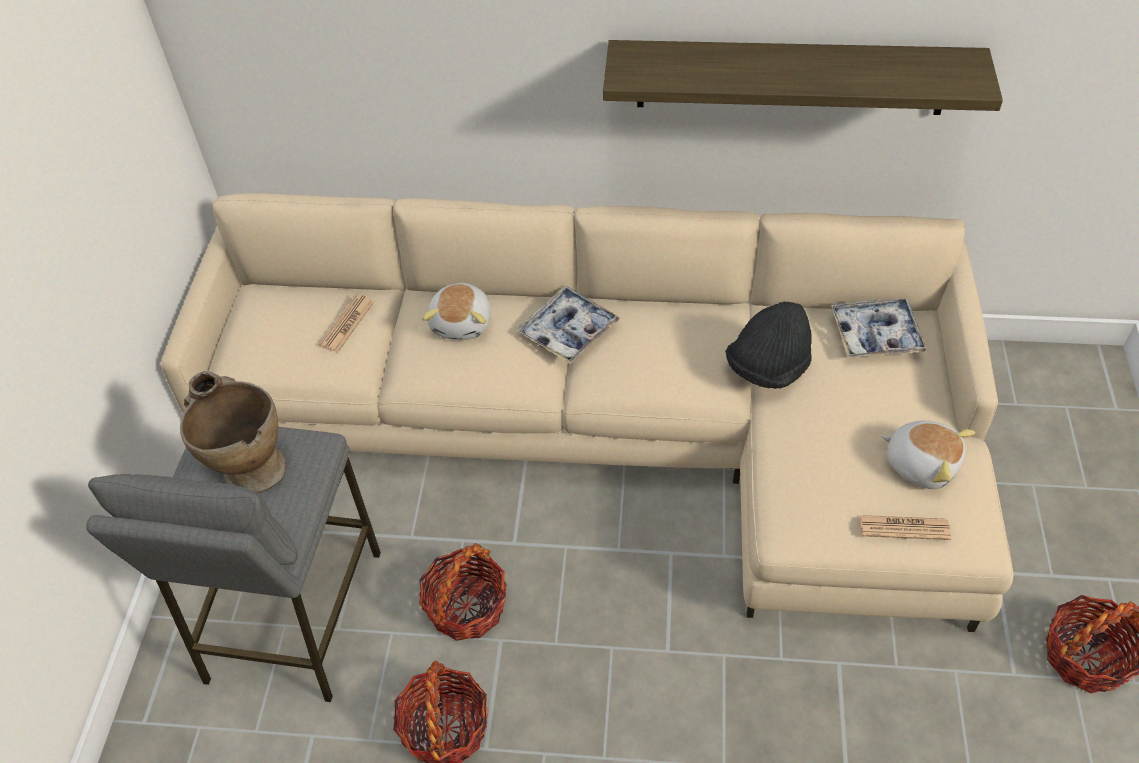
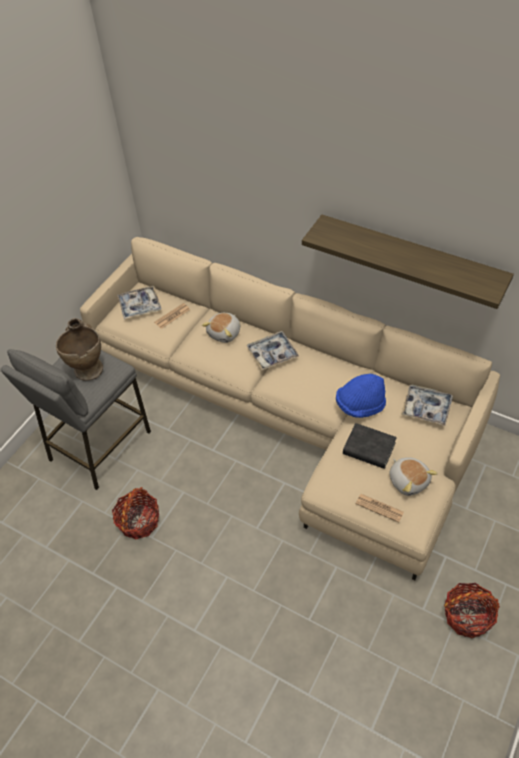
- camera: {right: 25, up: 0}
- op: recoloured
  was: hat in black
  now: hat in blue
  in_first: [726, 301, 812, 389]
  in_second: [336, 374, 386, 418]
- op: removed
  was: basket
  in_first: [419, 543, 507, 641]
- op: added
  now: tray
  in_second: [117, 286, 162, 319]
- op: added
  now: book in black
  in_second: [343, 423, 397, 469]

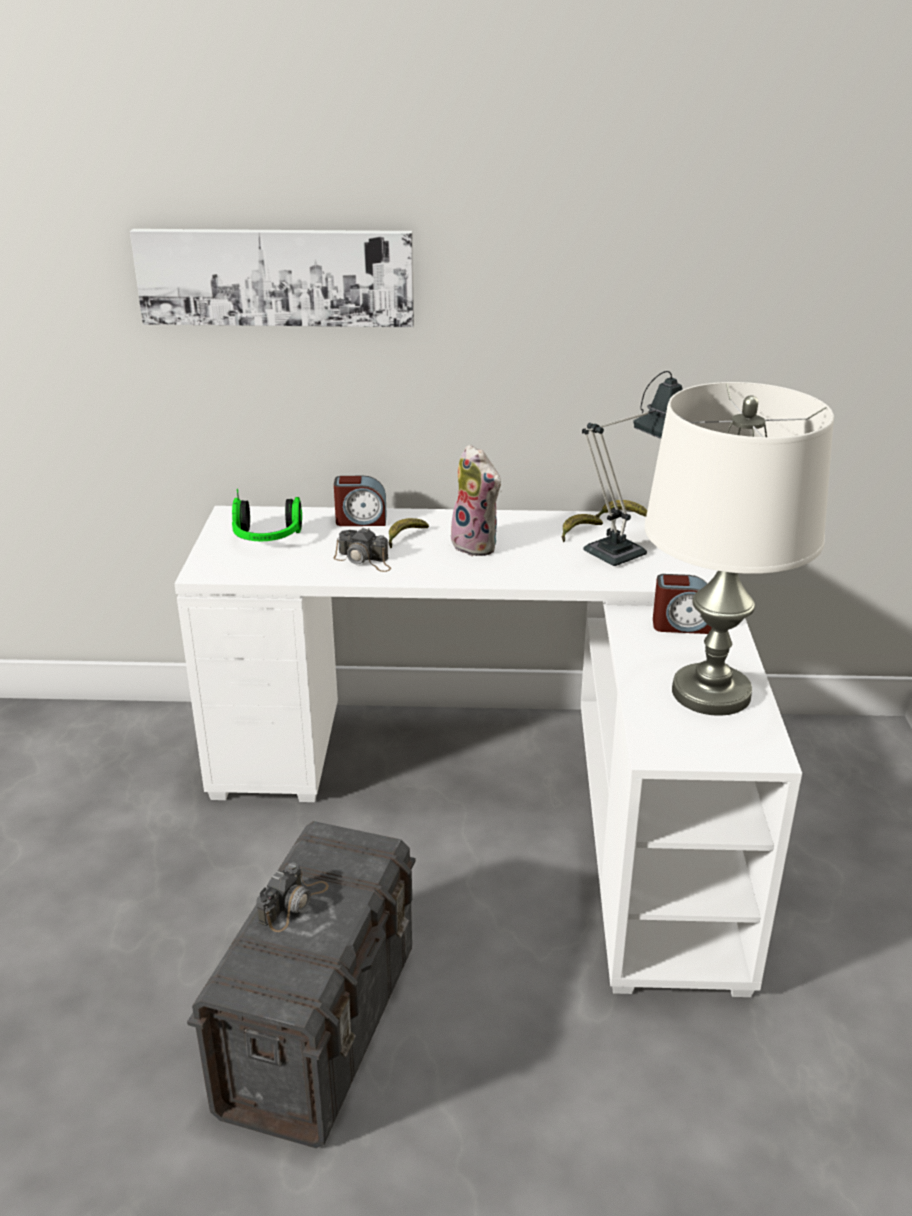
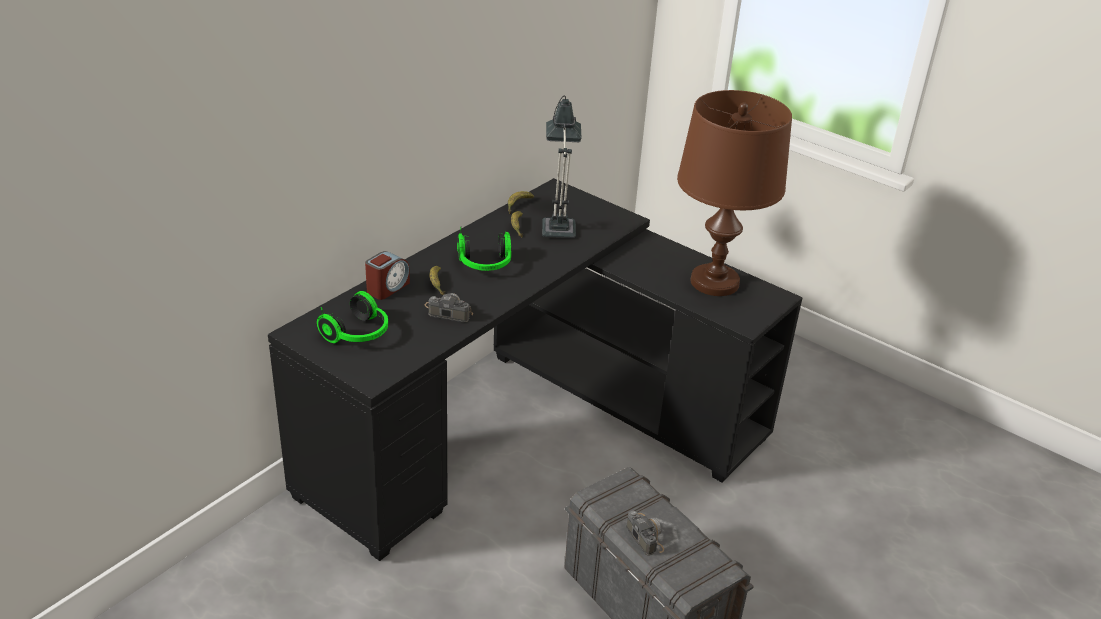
- camera: {right: -55, up: 5}
- op: removed
  was: picture
  in_first: [130, 229, 414, 327]
- op: recoloured
  was: table lamp in white
  now: table lamp in brown
  in_first: [645, 382, 834, 716]
  in_second: [677, 90, 792, 296]
- op: replaced
  was: plush toy
  now: headphones
  in_first: [447, 445, 502, 556]
  in_second: [457, 227, 511, 271]
- op: recoloured
  was: desk in white
  now: desk in black
  in_first: [174, 506, 802, 997]
  in_second: [268, 178, 803, 561]
- op: turned
  was: photo camera
  in_first: [334, 527, 391, 572]
  in_second: [425, 293, 473, 323]
  clockwise: -135
- op: removed
  was: alarm clock
  in_first: [653, 574, 712, 634]

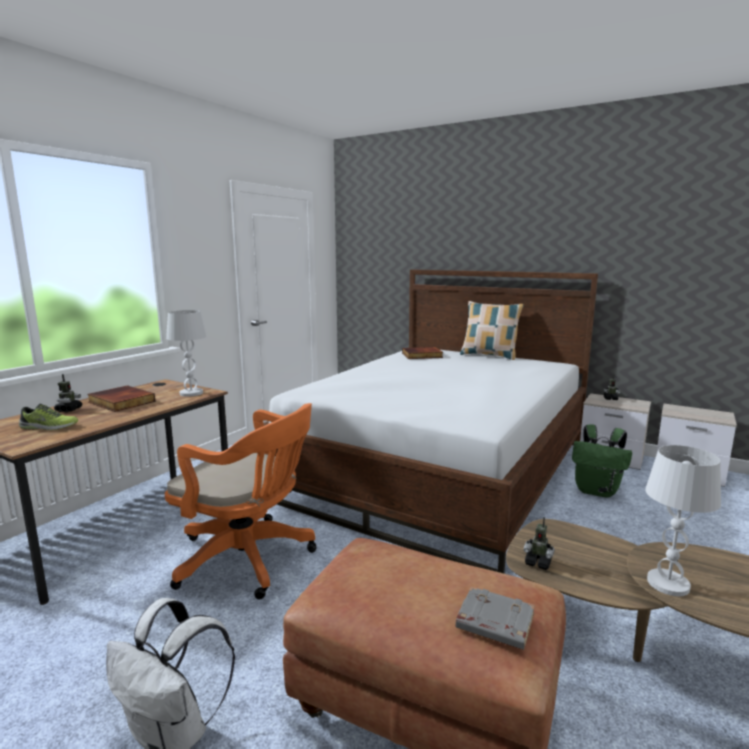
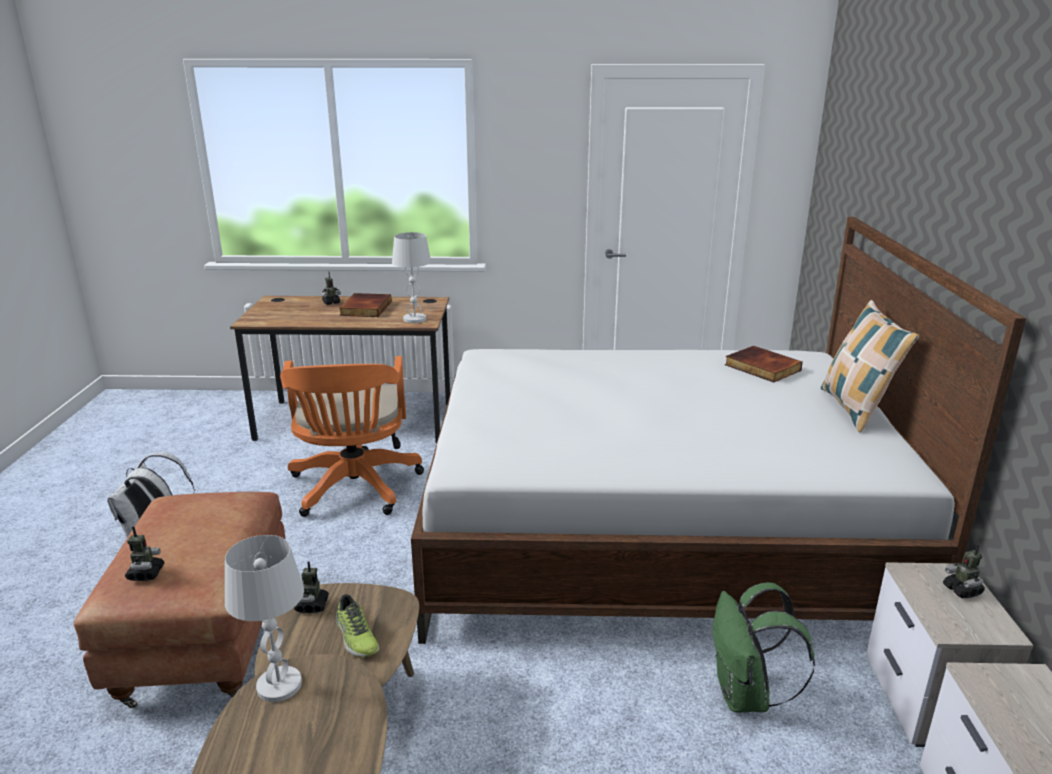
- camera: {right: 60, up: 10}
- op: moved
  was: shoe
  in_first: [19, 404, 78, 430]
  in_second: [336, 594, 379, 657]
- op: replaced
  was: book in grey
  now: toy robot
  in_first: [455, 587, 535, 650]
  in_second: [125, 526, 164, 581]

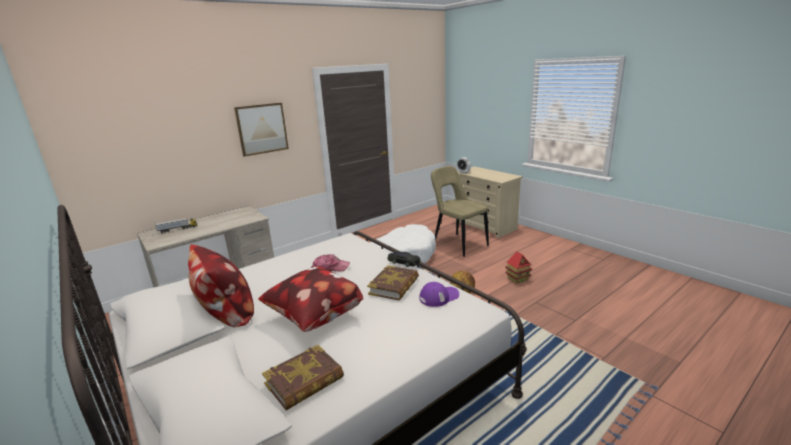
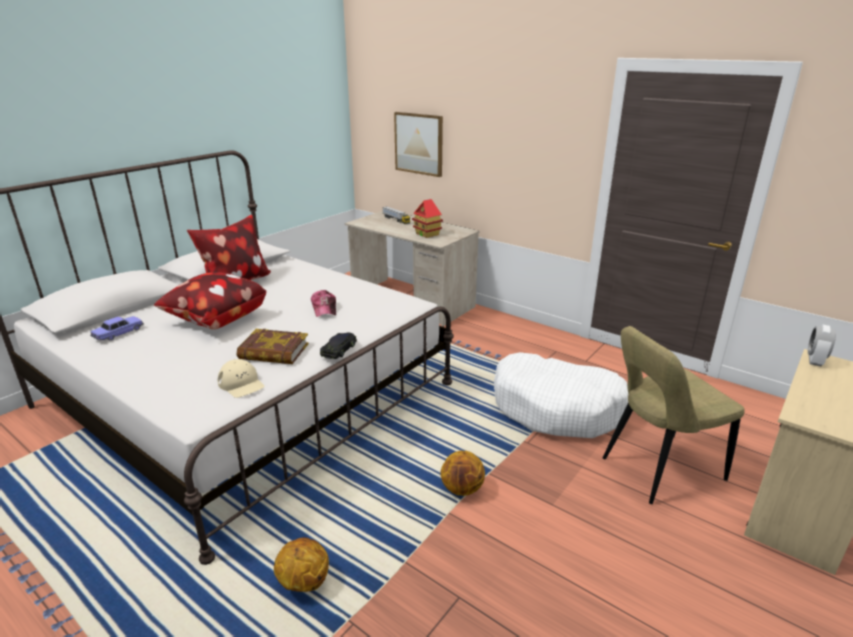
- camera: {right: 75, up: 5}
- op: moved
  was: picture
  in_first: [234, 103, 289, 157]
  in_second: [394, 112, 443, 177]
- op: turned
  was: chair in beige
  in_first: [431, 166, 489, 257]
  in_second: [603, 326, 745, 504]
  clockwise: -150
- op: moved
  was: toy house
  in_first: [505, 252, 532, 284]
  in_second: [412, 199, 443, 238]
- op: recoloured
  was: cap in purple
  now: cap in beige
  in_first: [419, 282, 459, 307]
  in_second: [218, 359, 265, 398]
- op: replaced
  was: book
  now: toy car
  in_first: [262, 345, 344, 410]
  in_second: [90, 316, 144, 341]
- op: added
  now: basketball
  in_second: [274, 537, 329, 592]

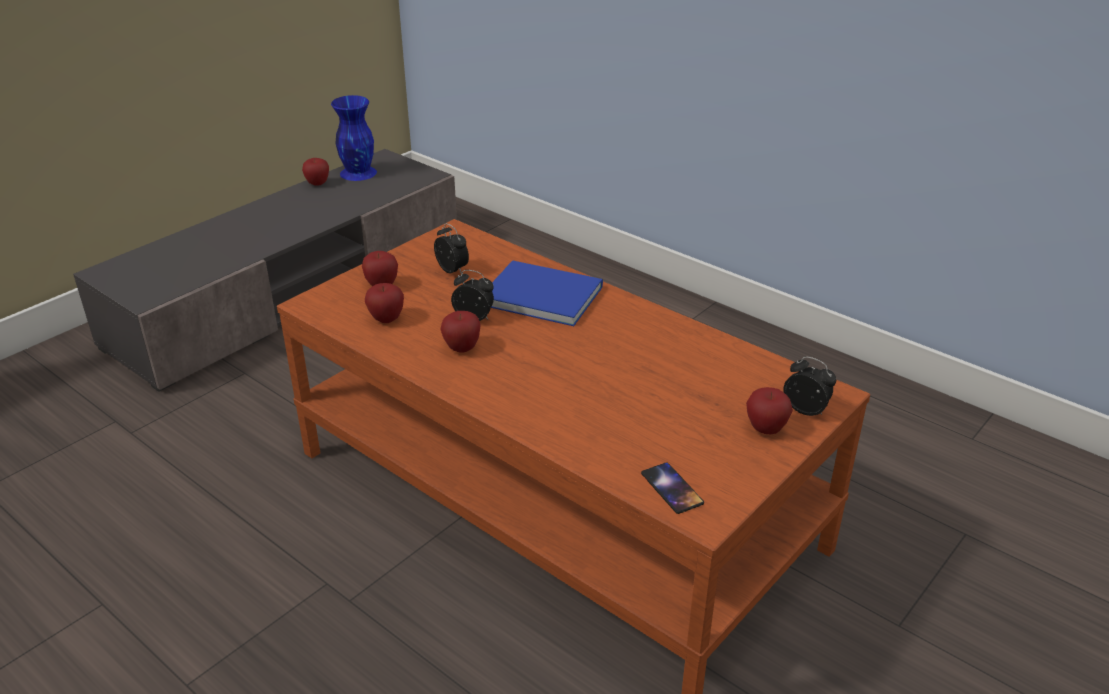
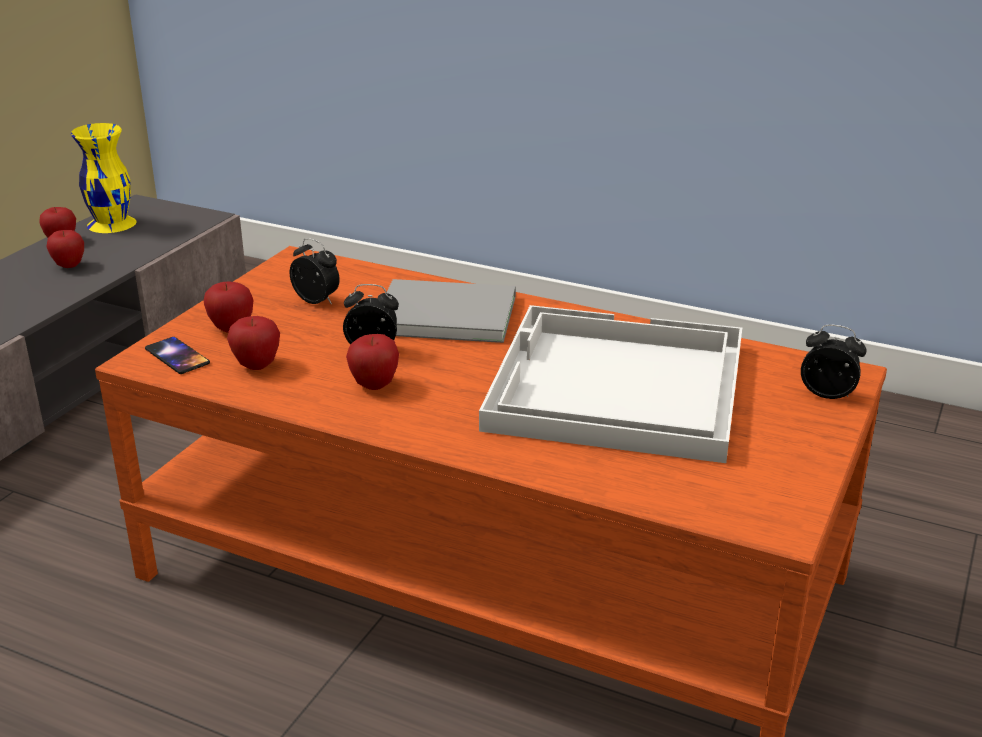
- camera: {right: -15, up: -5}
- op: recoloured
  was: vase in blue
  now: vase in yellow
  in_first: [331, 95, 377, 181]
  in_second: [71, 123, 137, 233]
- op: recoloured
  was: book in blue
  now: book in grey
  in_first: [491, 260, 603, 326]
  in_second: [386, 279, 516, 343]
- op: moved
  was: apple
  in_first: [746, 387, 793, 434]
  in_second: [46, 230, 84, 268]
- op: moved
  was: phone
  in_first: [641, 462, 704, 514]
  in_second: [145, 337, 210, 374]
- op: added
  now: tray in white
  in_second: [479, 305, 742, 463]

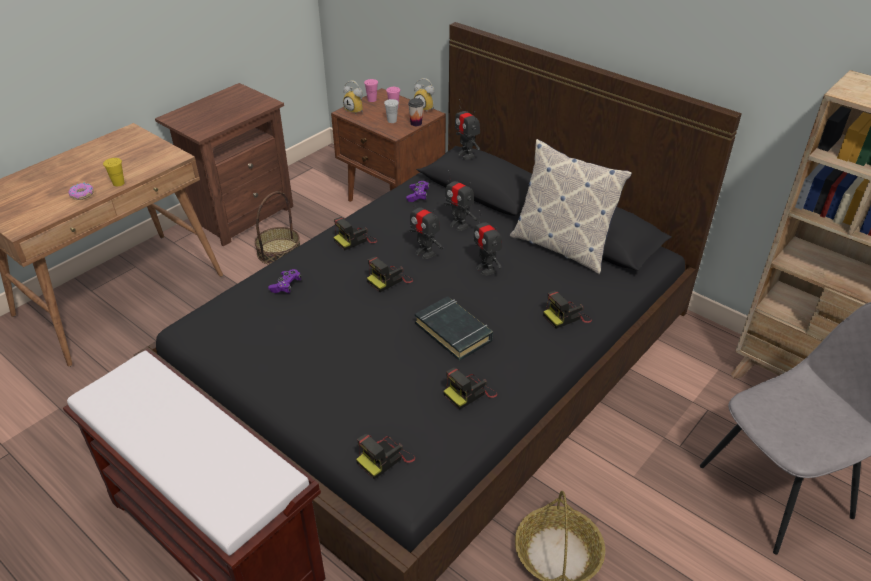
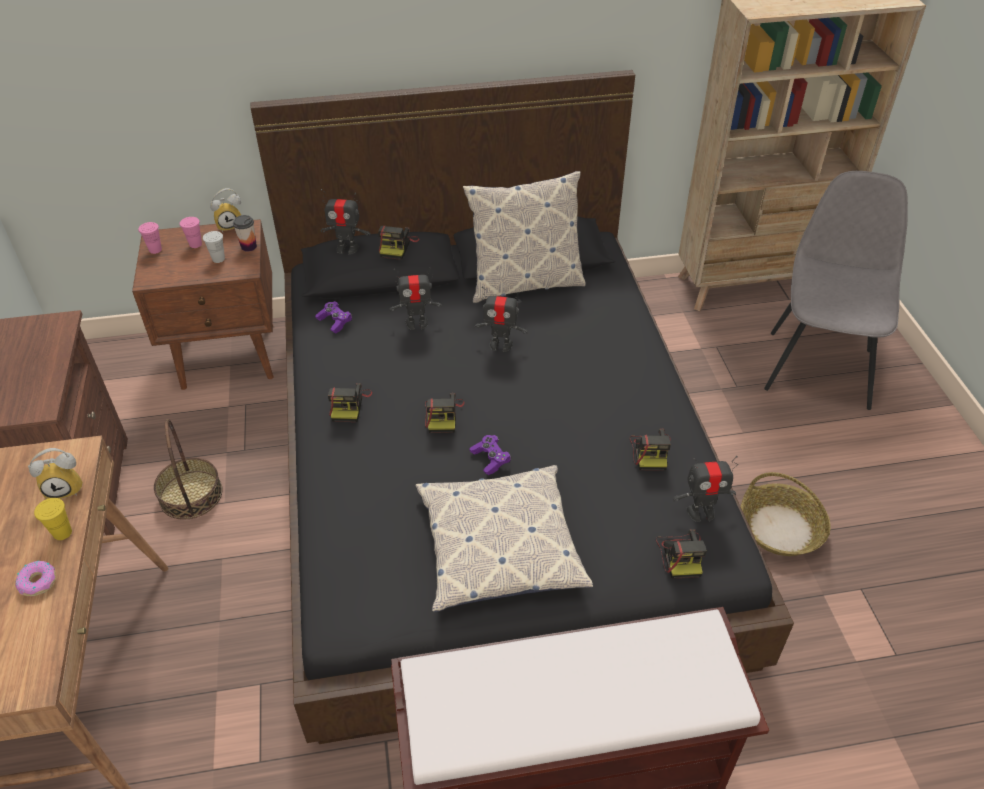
- camera: {right: -50, up: 5}
- op: moved
  was: alarm clock
  in_first: [343, 81, 363, 113]
  in_second: [28, 448, 83, 499]
- op: moved
  was: toy robot
  in_first: [409, 196, 443, 259]
  in_second: [673, 456, 738, 522]
- op: moved
  was: game controller in purple
  in_first: [268, 269, 302, 293]
  in_second: [470, 435, 511, 475]
- op: moved
  was: photo camera
  in_first: [543, 291, 592, 329]
  in_second: [378, 226, 419, 260]
- op: removed
  was: book in black
  in_first: [415, 296, 493, 361]
- op: added
  now: pillow
  in_second: [415, 465, 593, 612]

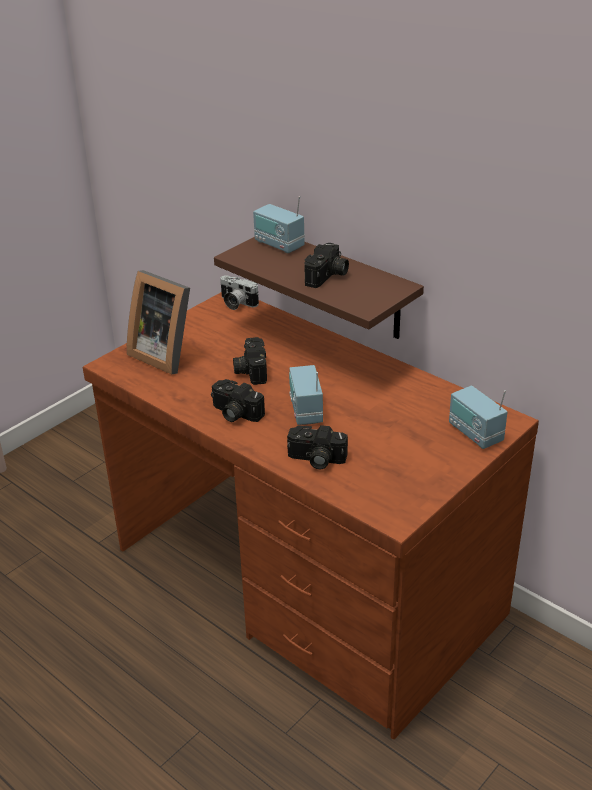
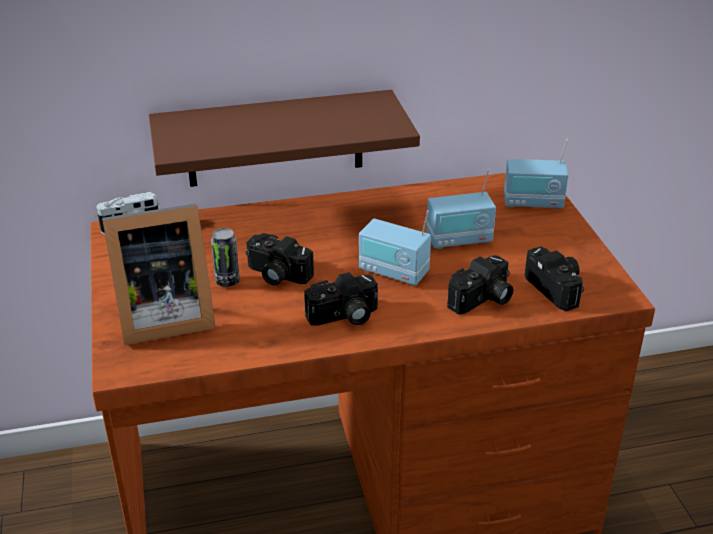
- camera: {right: -55, up: 0}
- op: moved
  was: radio
  in_first: [253, 196, 305, 254]
  in_second: [426, 169, 496, 249]
- op: moved
  was: photo camera
  in_first: [304, 243, 349, 288]
  in_second: [525, 246, 584, 311]
- op: added
  now: can
  in_second: [211, 228, 240, 287]

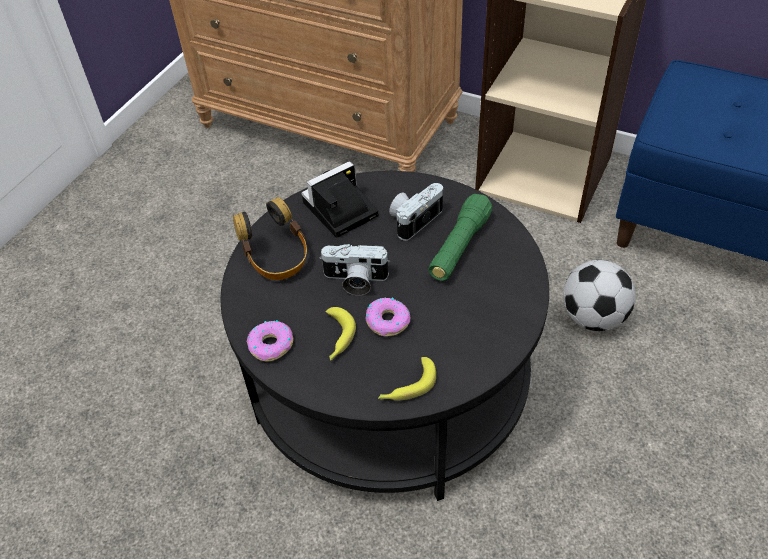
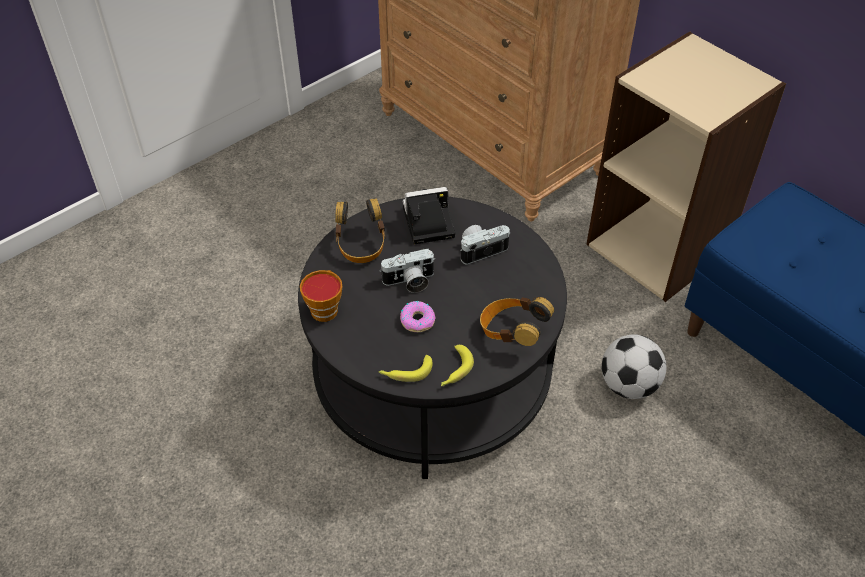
- camera: {right: 20, up: 0}
- op: removed
  was: flashlight in green
  in_first: [429, 194, 493, 281]
- op: turned
  was: photo camera
  in_first: [320, 244, 390, 296]
  in_second: [380, 249, 435, 293]
  clockwise: -45
- op: moved
  was: banana
  in_first: [326, 307, 356, 361]
  in_second: [441, 345, 474, 386]
- op: replaced
  was: donut
  now: cup
  in_first: [247, 320, 293, 361]
  in_second: [300, 270, 342, 322]
- op: added
  now: headphones
  in_second: [480, 297, 554, 346]

